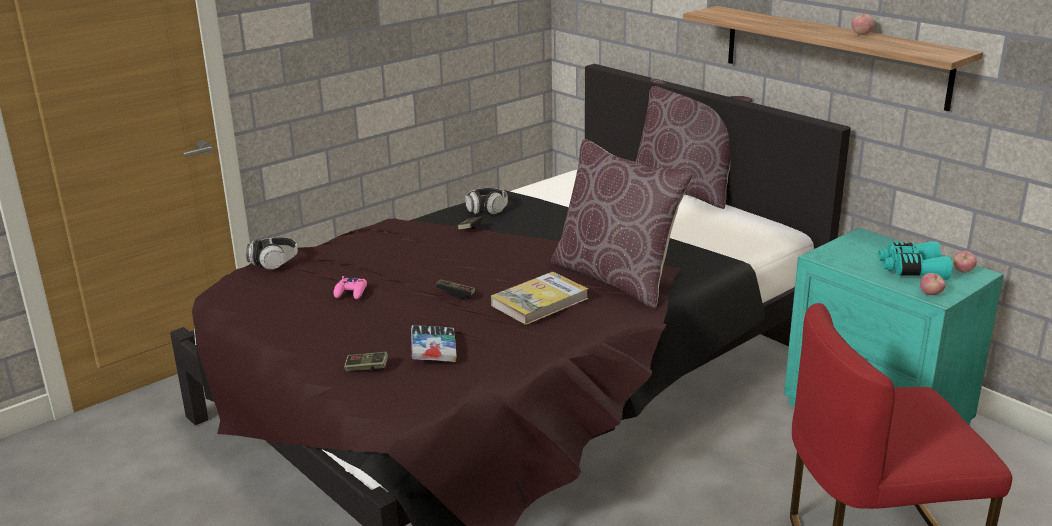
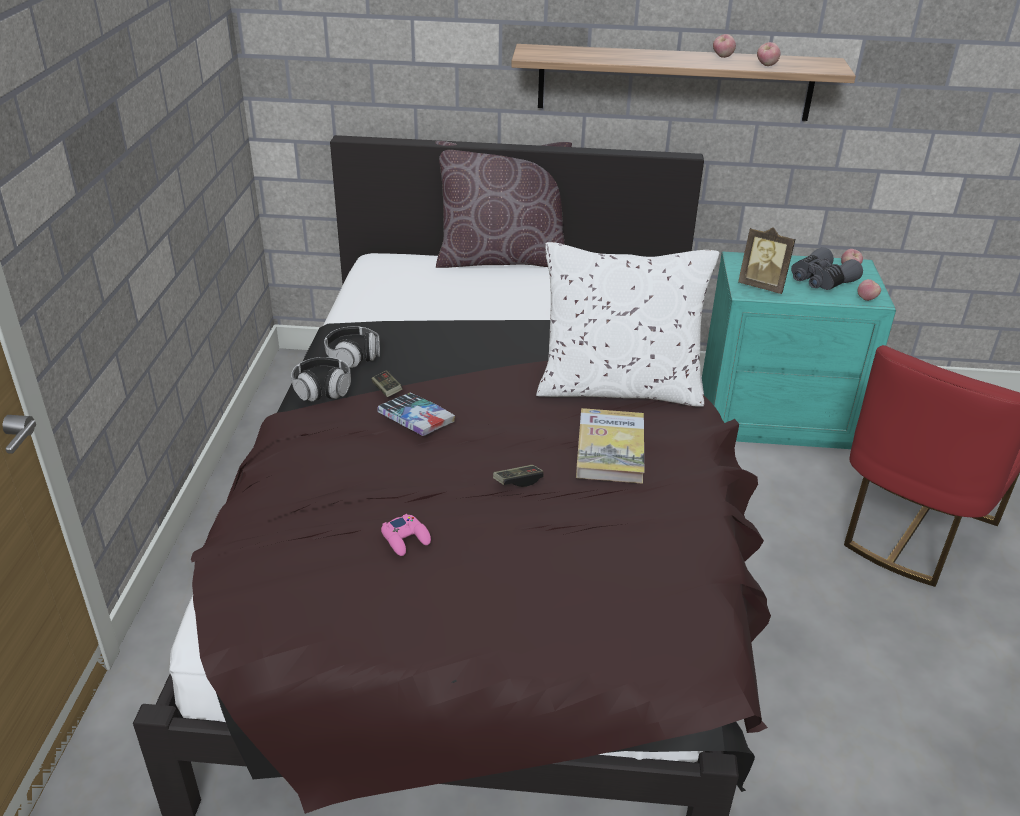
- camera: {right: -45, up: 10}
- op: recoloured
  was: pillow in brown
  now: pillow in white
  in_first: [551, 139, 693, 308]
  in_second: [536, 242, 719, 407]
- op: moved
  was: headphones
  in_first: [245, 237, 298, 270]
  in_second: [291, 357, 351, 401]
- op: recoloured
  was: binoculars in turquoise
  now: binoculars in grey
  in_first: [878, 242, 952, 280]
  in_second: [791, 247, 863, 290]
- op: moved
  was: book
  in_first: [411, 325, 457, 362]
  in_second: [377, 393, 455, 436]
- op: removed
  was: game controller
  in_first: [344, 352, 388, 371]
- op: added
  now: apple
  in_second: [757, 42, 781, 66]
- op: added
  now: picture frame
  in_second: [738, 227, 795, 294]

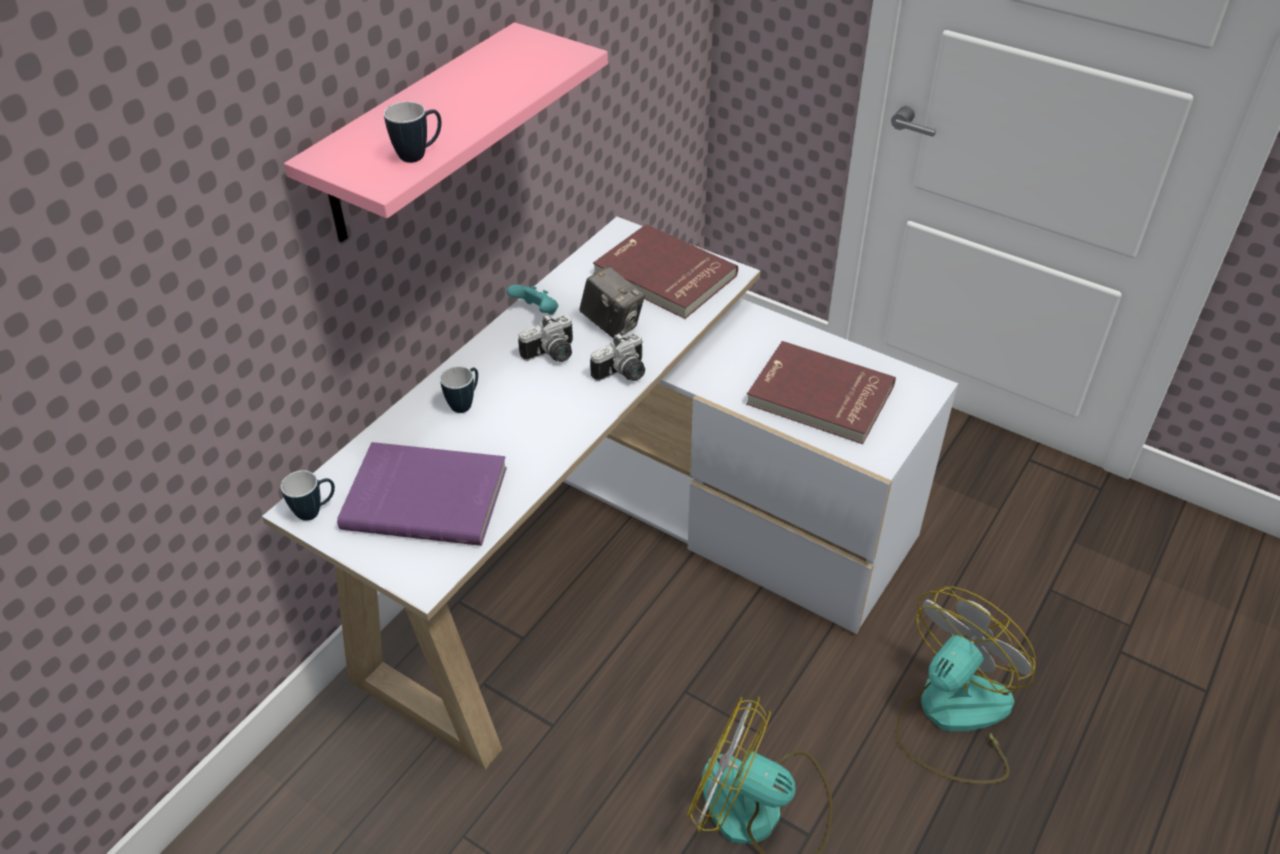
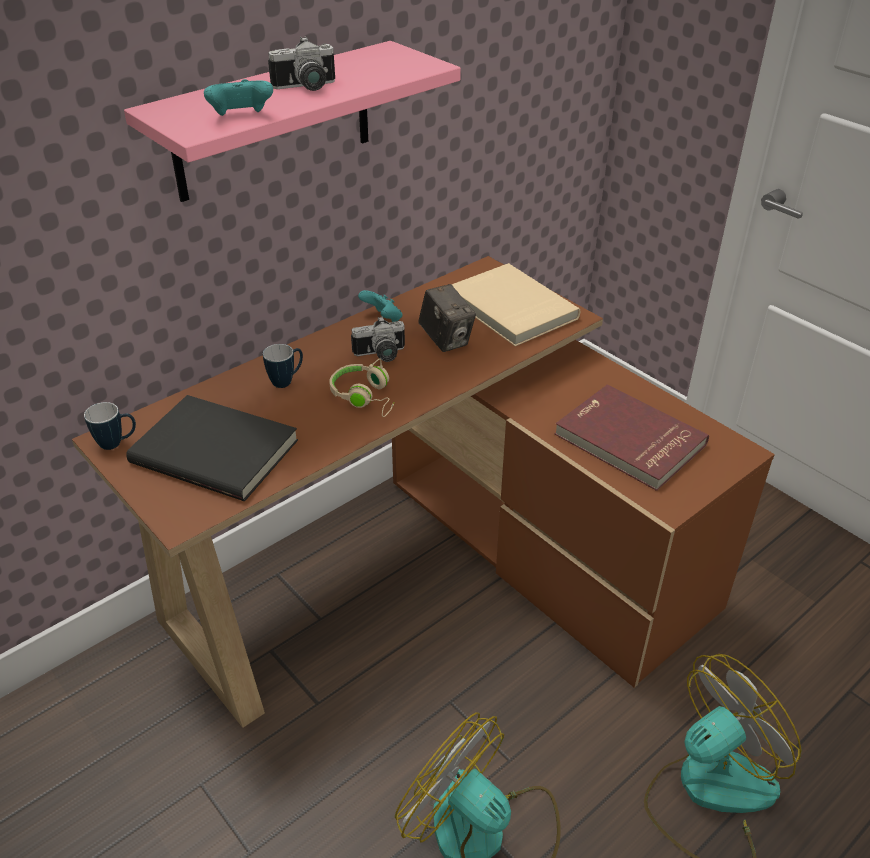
- camera: {right: 15, up: -5}
- op: replaced
  was: mug
  now: game controller in turquoise
  in_first: [384, 101, 441, 163]
  in_second: [204, 79, 273, 116]
- op: recoloured
  was: desk in white
  now: desk in brown
  in_first: [262, 217, 958, 769]
  in_second: [72, 256, 775, 728]
- op: recoloured
  was: book in red
  now: book in beige
  in_first: [593, 224, 738, 319]
  in_second: [452, 263, 580, 346]
- op: moved
  was: photo camera
  in_first: [590, 333, 645, 381]
  in_second: [268, 36, 335, 91]
- op: recoloured
  was: book in purple
  now: book in black
  in_first: [337, 442, 507, 546]
  in_second: [126, 395, 298, 501]
- op: added
  now: headphones in beige
  in_second: [329, 358, 395, 417]

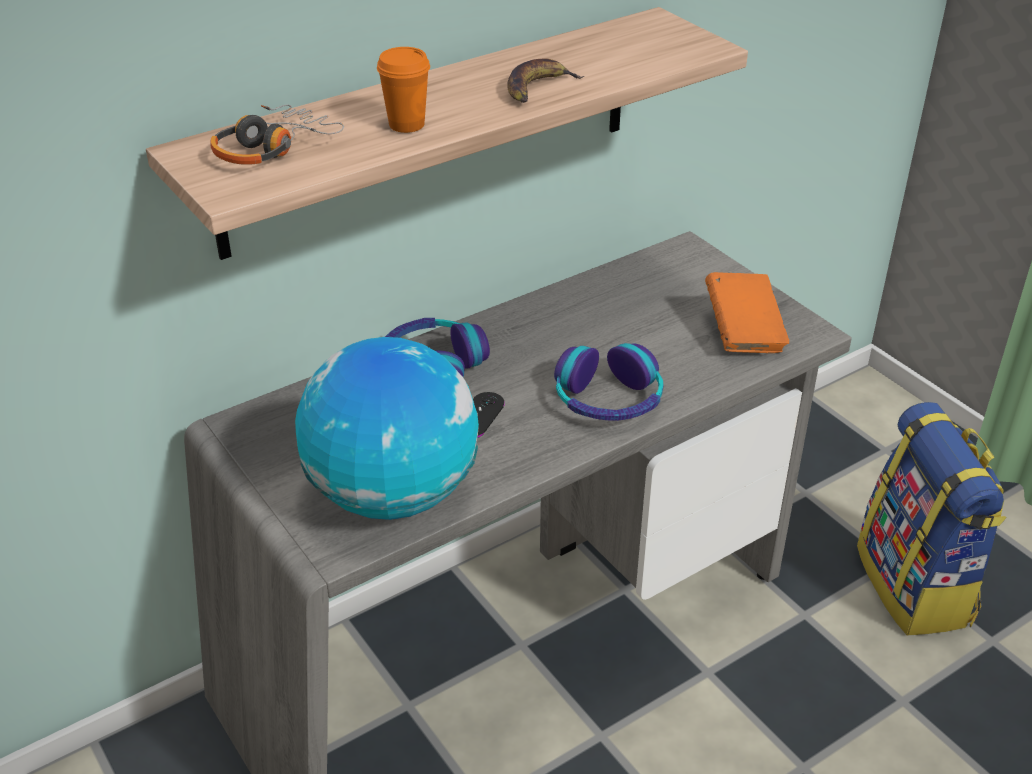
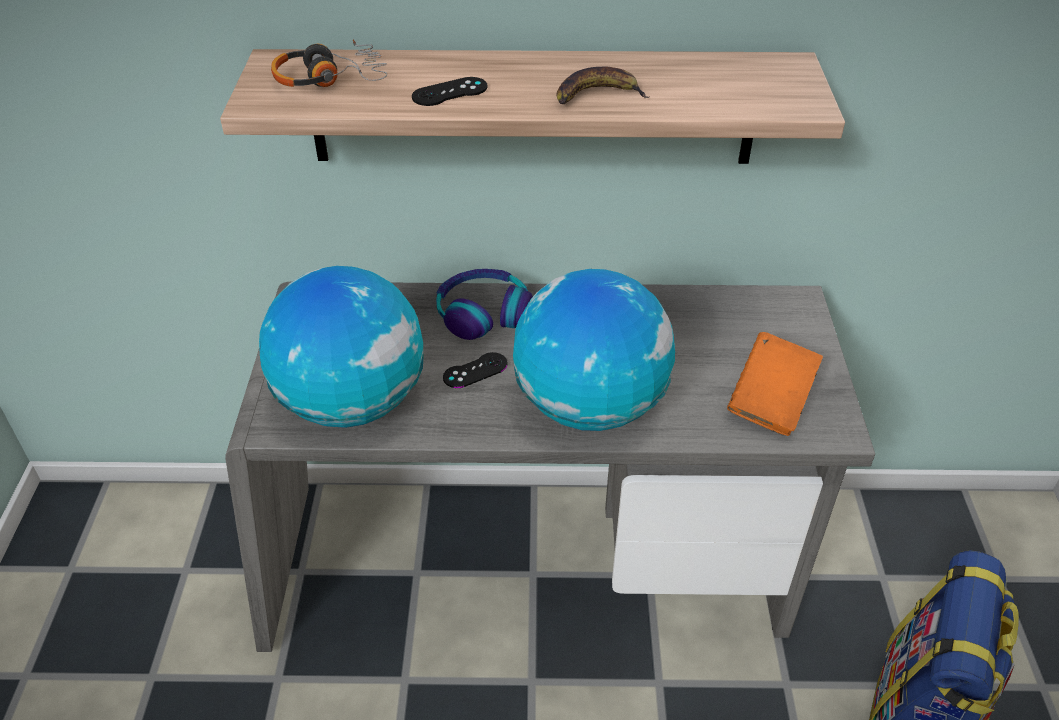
- camera: {right: 35, up: 5}
- op: replaced
  was: cup in orange
  now: game controller in black
  in_first: [377, 47, 430, 133]
  in_second: [412, 77, 487, 106]
- op: replaced
  was: headphones
  now: globe
  in_first: [554, 343, 664, 421]
  in_second: [513, 269, 675, 431]

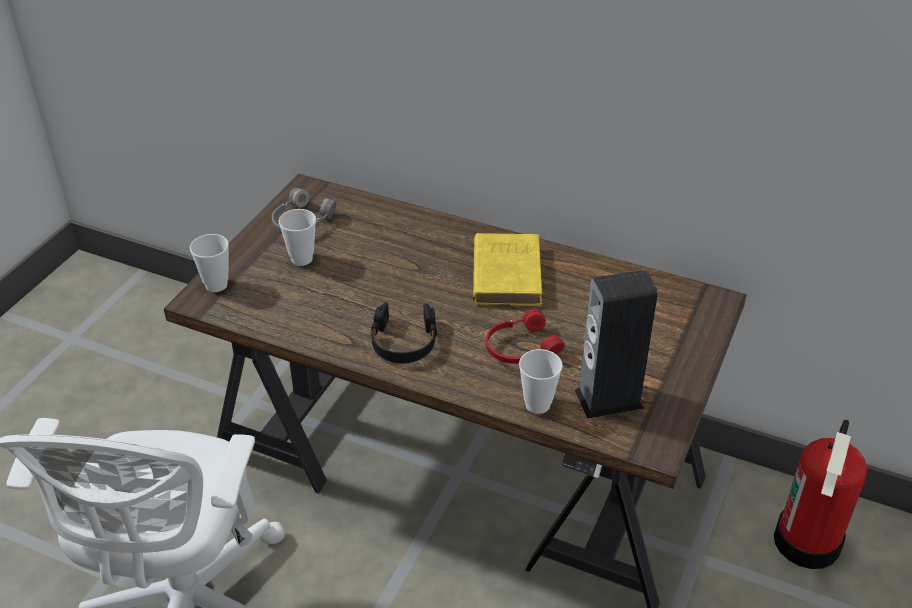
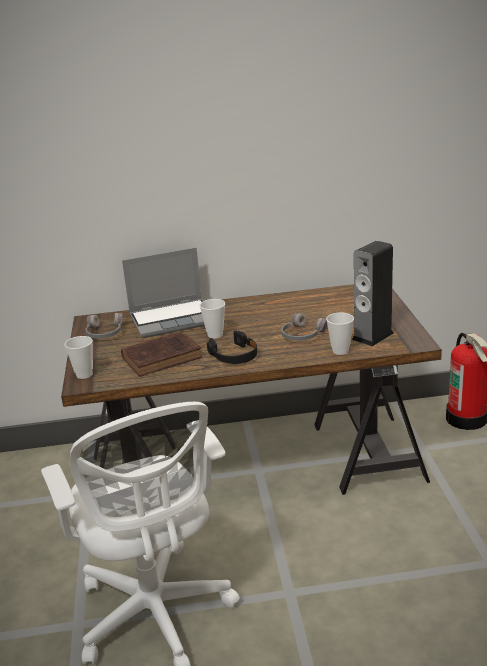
- camera: {right: -30, up: -15}
- op: moved
  was: cup
  in_first: [279, 209, 316, 266]
  in_second: [200, 299, 225, 339]
- op: removed
  was: book in yellow
  in_first: [473, 233, 542, 306]
- op: recoloured
  was: headphones in red
  now: headphones in grey
  in_first: [486, 309, 565, 364]
  in_second: [281, 313, 327, 341]
- op: added
  now: laptop
  in_second: [122, 248, 205, 338]
- op: added
  now: book in brown
  in_second: [121, 331, 202, 377]

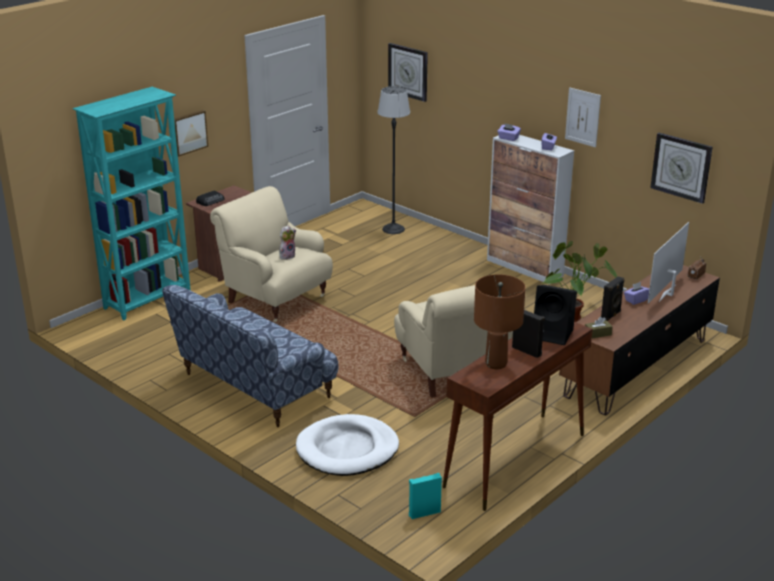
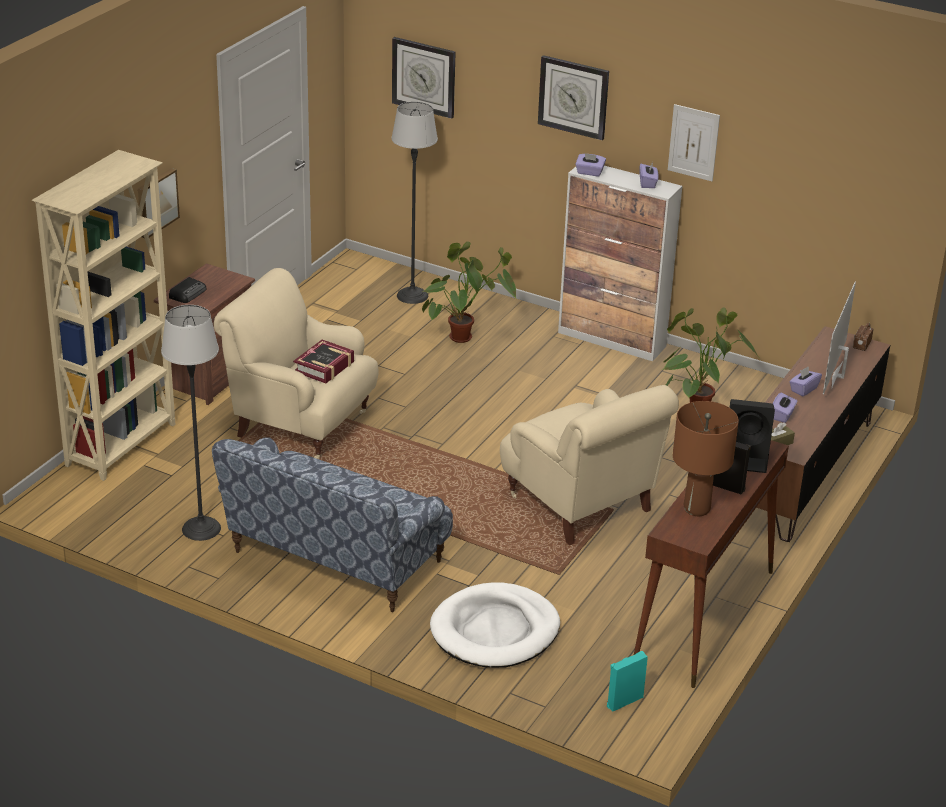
- camera: {right: -15, up: 5}
- op: recoloured
  was: bookcase in turquoise
  now: bookcase in beige
  in_first: [73, 87, 191, 320]
  in_second: [32, 150, 175, 481]
- op: moved
  was: wall clock
  in_first: [650, 133, 713, 204]
  in_second: [538, 55, 609, 140]
- op: replaced
  was: plush toy
  now: book
  in_first: [279, 225, 296, 260]
  in_second: [293, 339, 354, 384]
- op: replaced
  was: speaker in black
  now: tissue box in purple
  in_first: [601, 276, 624, 321]
  in_second: [772, 392, 797, 423]
- op: added
  now: potted plant
  in_second: [422, 242, 517, 343]
- op: added
  now: floor lamp
  in_second: [161, 305, 221, 541]

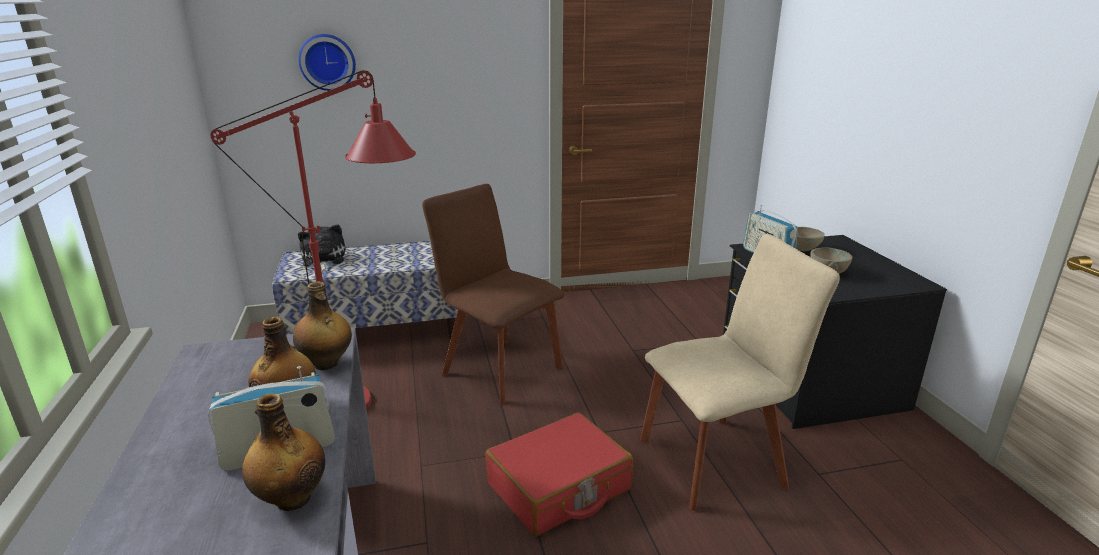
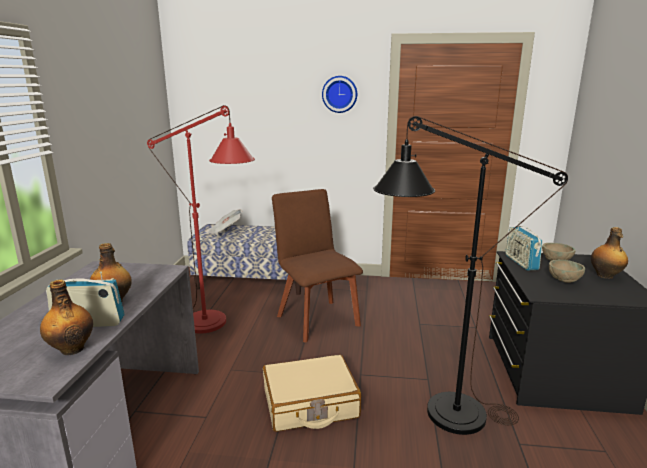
- camera: {right: 20, up: -5}
- op: moved
  was: wall clock
  in_first: [298, 34, 356, 91]
  in_second: [322, 76, 357, 113]
- op: replaced
  was: plush toy
  now: newspaper
  in_first: [298, 224, 346, 272]
  in_second: [206, 209, 242, 234]
- op: replaced
  was: chair in beige
  now: floor lamp in black
  in_first: [640, 234, 840, 511]
  in_second: [373, 116, 568, 435]
- op: moved
  was: bottle
  in_first: [293, 281, 352, 370]
  in_second: [591, 227, 628, 279]
- op: recoloured
  was: suitcase in red
  now: suitcase in beige
  in_first: [485, 413, 633, 536]
  in_second: [263, 354, 361, 432]

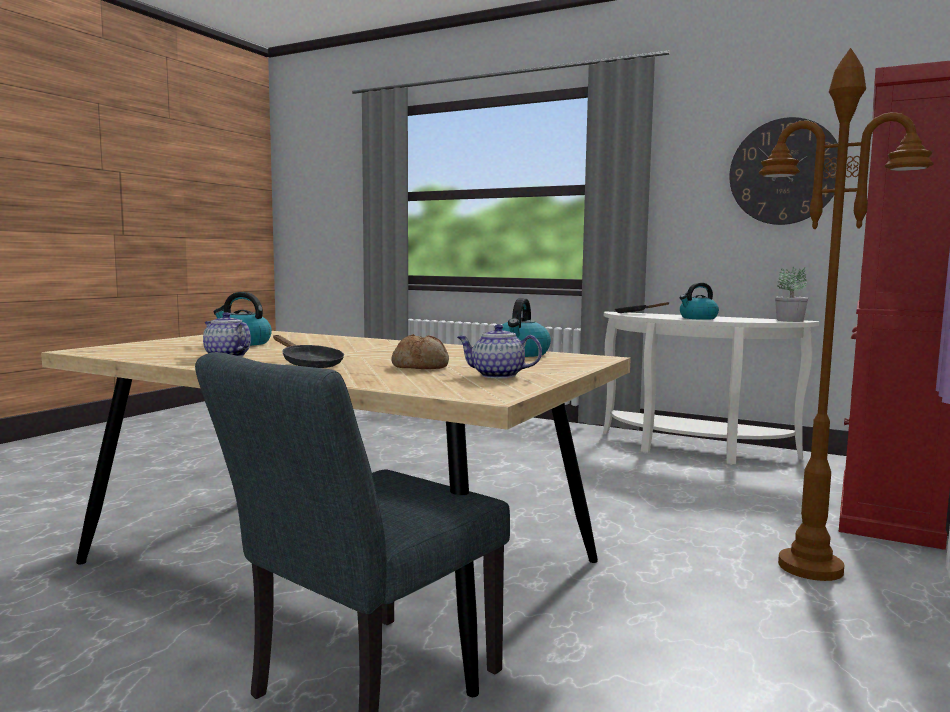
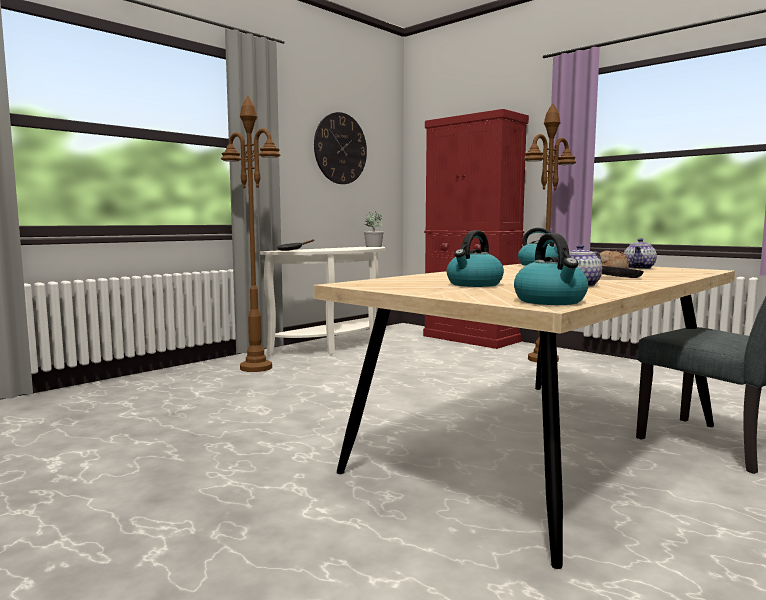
- camera: {right: -75, up: 0}
- op: moved
  was: kettle
  in_first: [680, 282, 719, 320]
  in_second: [514, 233, 588, 305]
- op: added
  now: floor lamp in brown
  in_second: [221, 96, 281, 372]

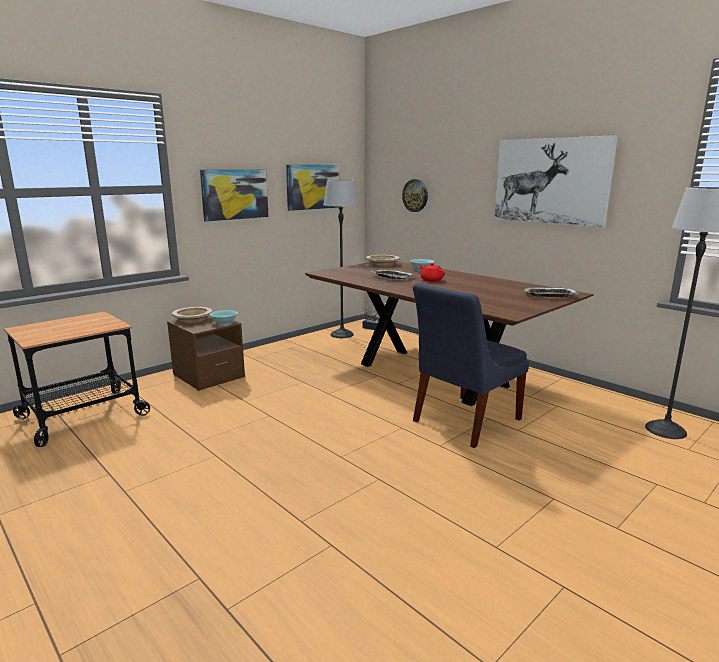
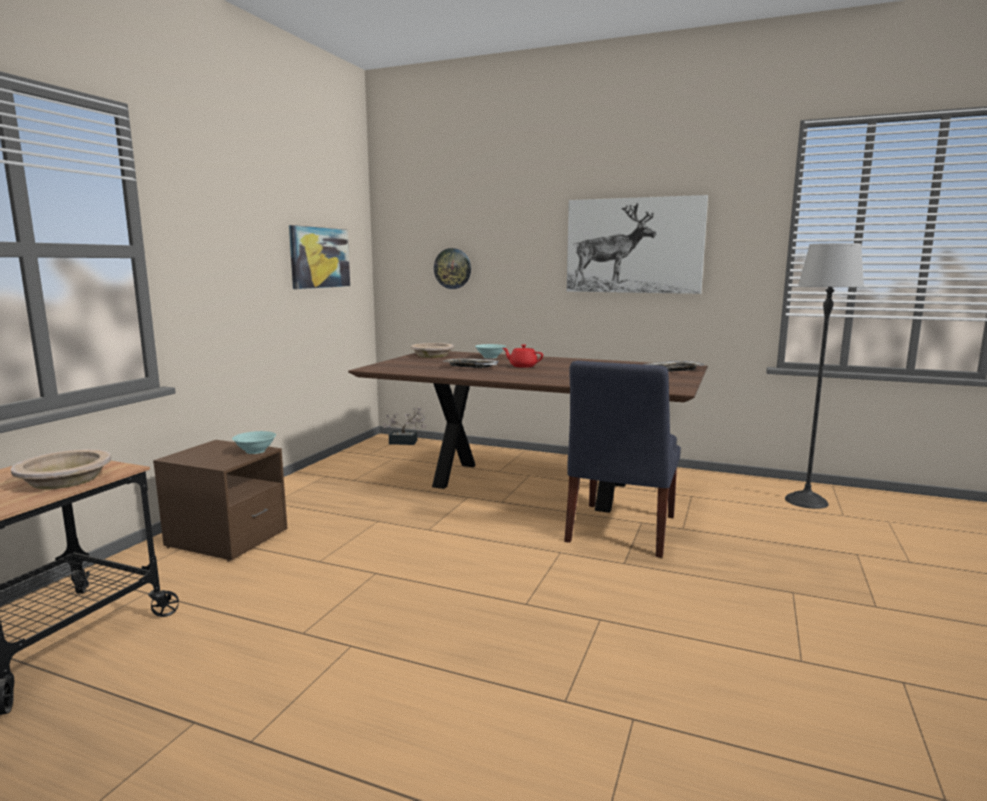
- camera: {right: -25, up: -5}
- op: removed
  was: picture
  in_first: [200, 170, 269, 222]
- op: removed
  was: floor lamp
  in_first: [324, 180, 358, 338]
- op: moved
  was: bowl in beige
  in_first: [172, 307, 212, 324]
  in_second: [11, 449, 111, 489]

